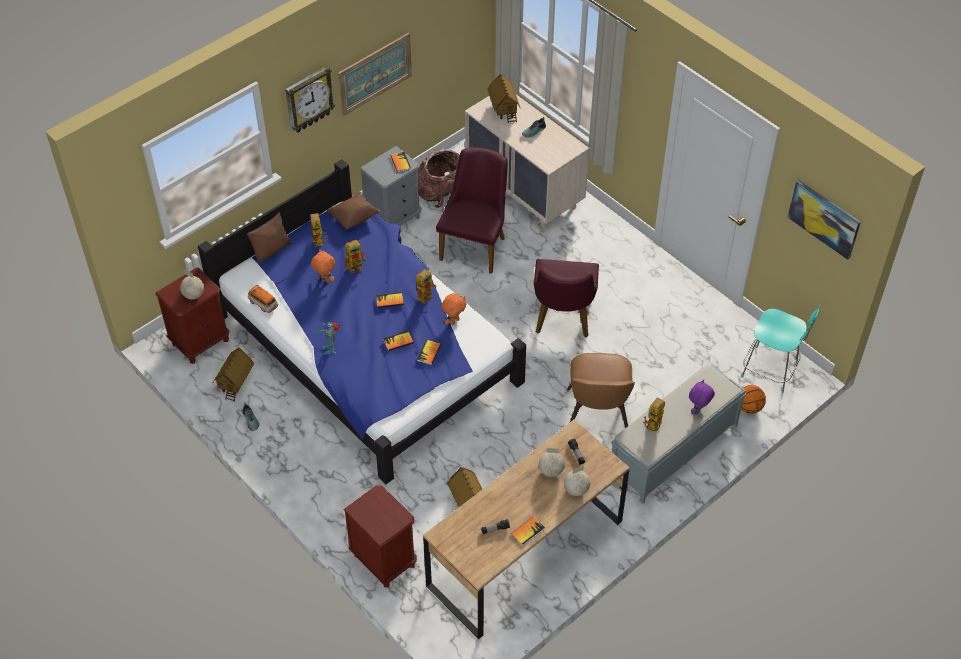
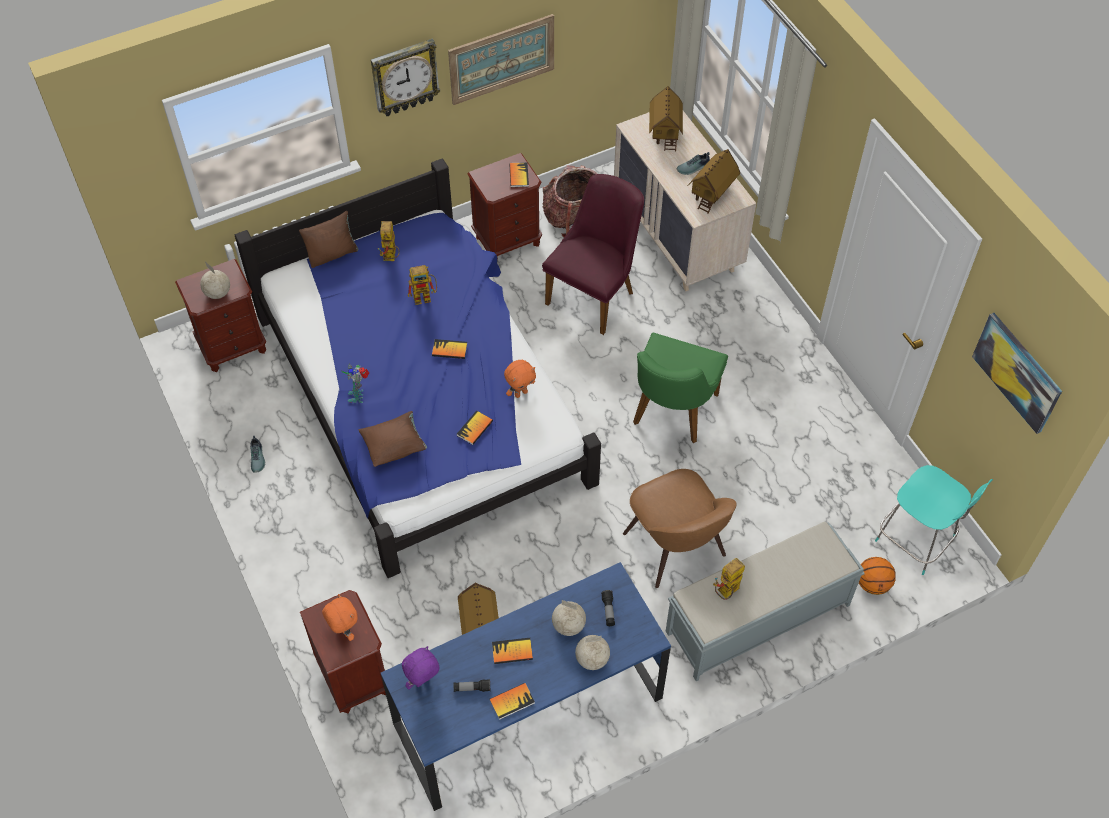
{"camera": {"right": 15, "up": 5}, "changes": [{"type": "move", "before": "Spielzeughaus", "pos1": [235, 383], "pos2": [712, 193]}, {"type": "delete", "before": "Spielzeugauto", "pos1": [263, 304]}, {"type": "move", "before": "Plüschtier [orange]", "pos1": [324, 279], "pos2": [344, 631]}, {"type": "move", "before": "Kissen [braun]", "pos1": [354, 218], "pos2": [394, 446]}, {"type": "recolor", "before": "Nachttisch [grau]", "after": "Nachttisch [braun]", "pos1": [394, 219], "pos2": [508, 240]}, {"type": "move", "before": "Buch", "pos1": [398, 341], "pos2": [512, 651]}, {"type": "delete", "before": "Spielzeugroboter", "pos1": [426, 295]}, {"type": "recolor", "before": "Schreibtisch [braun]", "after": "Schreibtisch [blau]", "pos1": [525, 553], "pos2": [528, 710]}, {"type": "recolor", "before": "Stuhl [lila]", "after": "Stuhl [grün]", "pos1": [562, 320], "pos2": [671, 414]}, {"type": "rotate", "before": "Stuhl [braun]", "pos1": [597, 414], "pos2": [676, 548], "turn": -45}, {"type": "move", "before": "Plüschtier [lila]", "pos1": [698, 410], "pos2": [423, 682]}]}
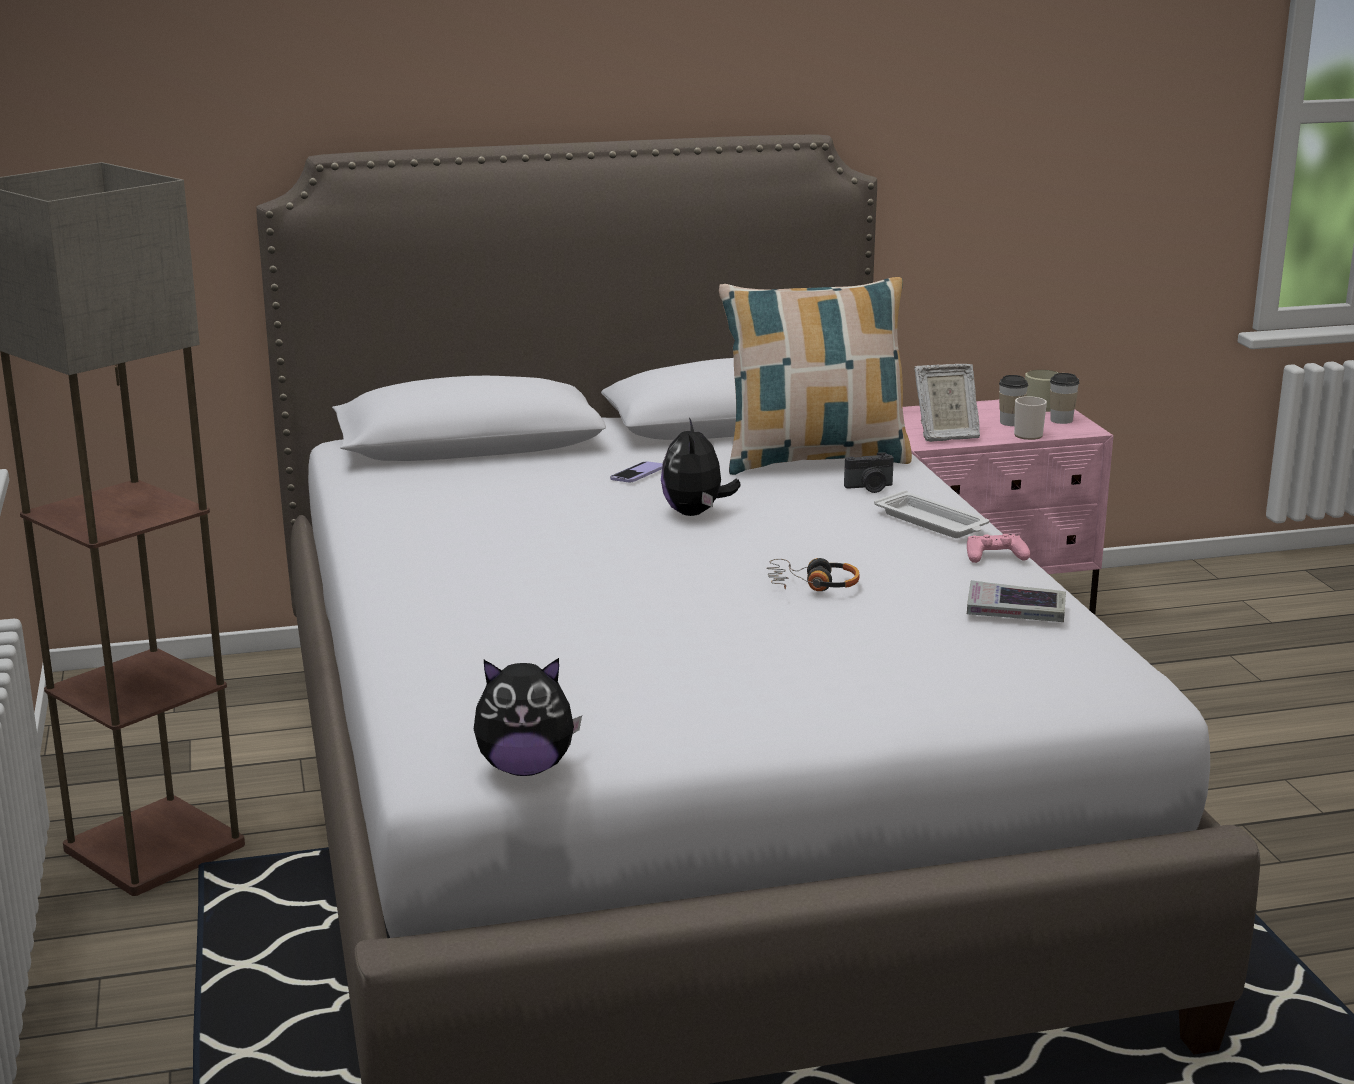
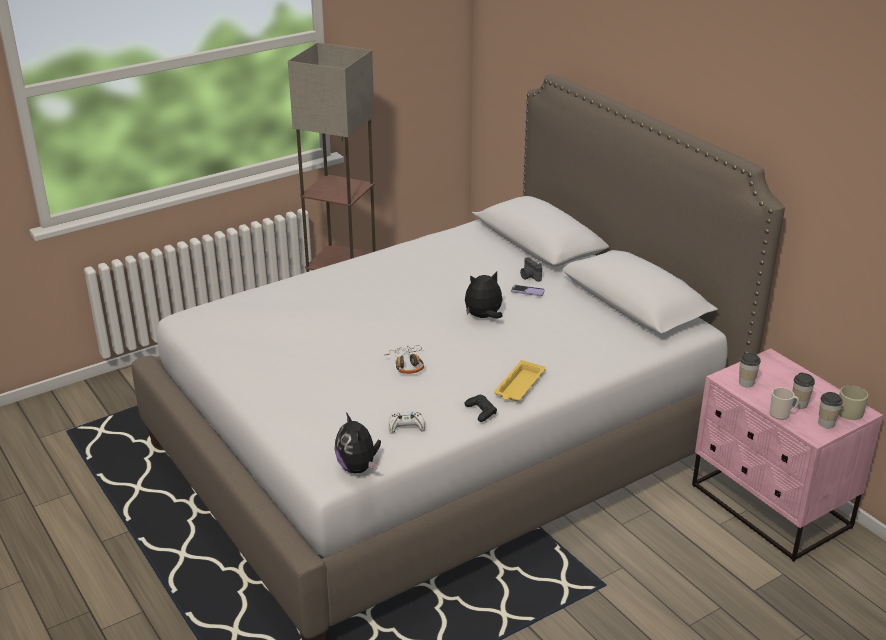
{"camera": {"right": 70, "up": 10}, "changes": [{"type": "move", "before": "Plüschtier", "pos1": [525, 768], "pos2": [358, 467]}, {"type": "delete", "before": "Kissen", "pos1": [814, 460]}, {"type": "move", "before": "Kamera", "pos1": [870, 488], "pos2": [529, 277]}, {"type": "recolor", "before": "Tablett [weiß]", "after": "Tablett [gelb]", "pos1": [932, 522], "pos2": [519, 386]}, {"type": "replace", "before": "Bilderrahmen", "after": "Tasse", "pos1": [945, 435], "pos2": [746, 383]}, {"type": "recolor", "before": "Gamepad [rosa]", "after": "Gamepad [schwarz]", "pos1": [995, 556], "pos2": [481, 411]}, {"type": "replace", "before": "Buch", "after": "Gamepad [weiß]", "pos1": [1015, 611], "pos2": [406, 426]}]}
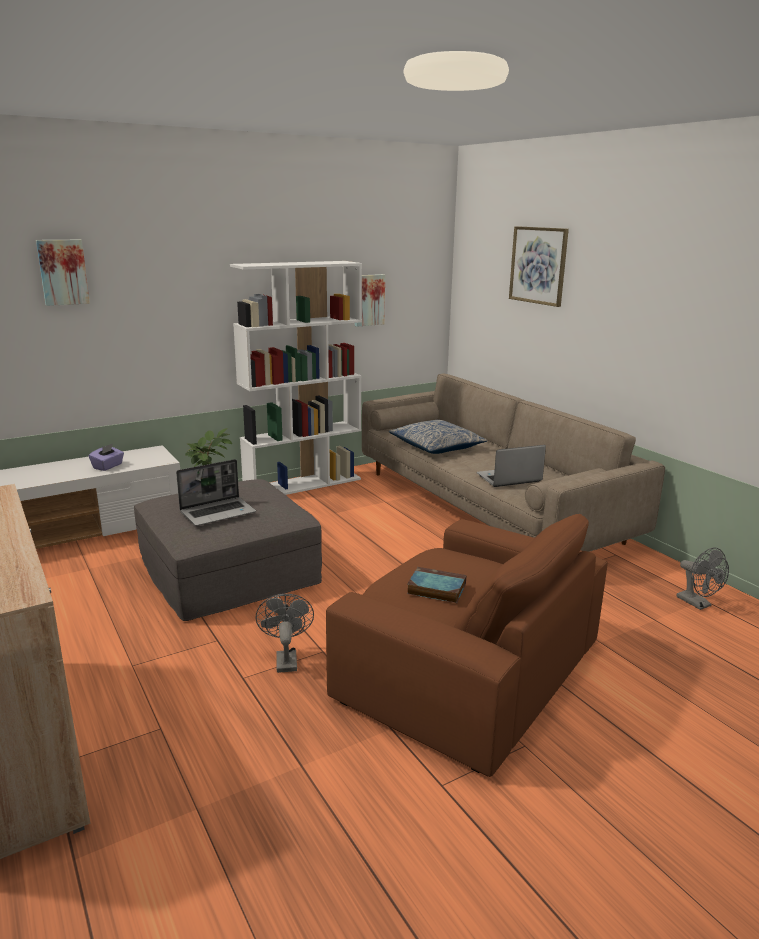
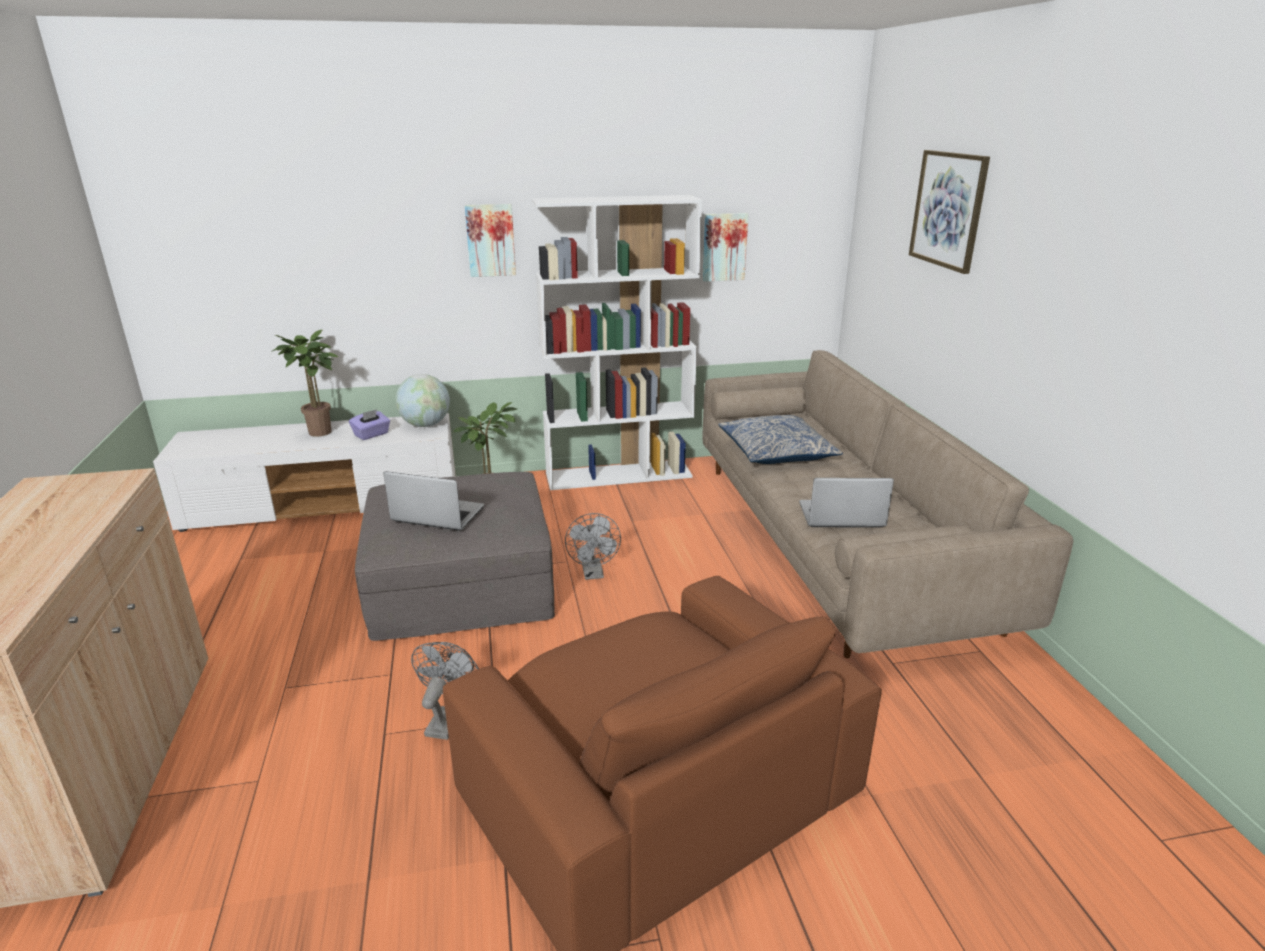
{"camera": {"right": 20, "up": 5}, "changes": [{"type": "move", "before": "Bild", "pos1": [63, 272], "pos2": [490, 240]}, {"type": "rotate", "before": "Laptop", "pos1": [218, 512], "pos2": [436, 515], "turn": -150}, {"type": "delete", "before": "Buch", "pos1": [435, 589]}, {"type": "move", "before": "Ventilator [grau]", "pos1": [698, 604], "pos2": [593, 574]}, {"type": "insert", "after": "Topfpflanze", "pos2": [321, 433]}, {"type": "insert", "after": "Globus", "pos2": [425, 425]}]}
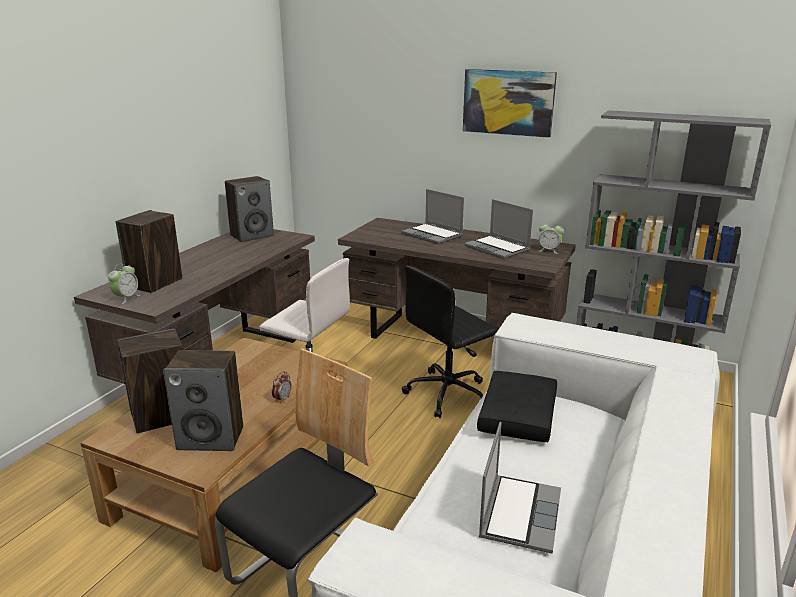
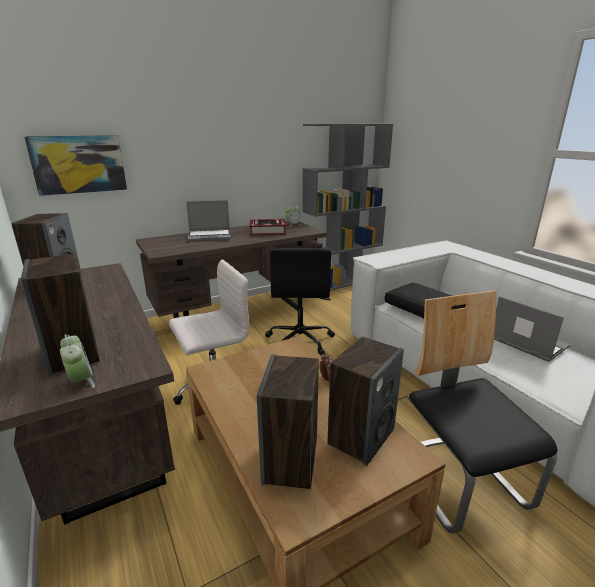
{"camera": {"right": -55, "up": 0}, "changes": [{"type": "move", "before": "Bild", "pos1": [508, 102], "pos2": [79, 164]}, {"type": "replace", "before": "Laptop", "after": "Buch", "pos1": [498, 248], "pos2": [268, 231]}]}
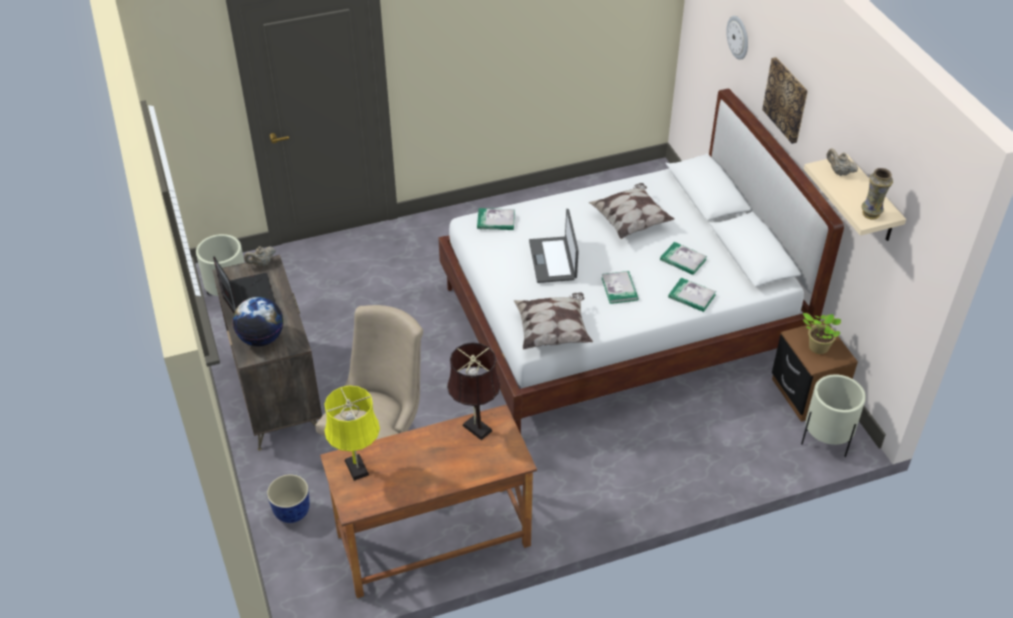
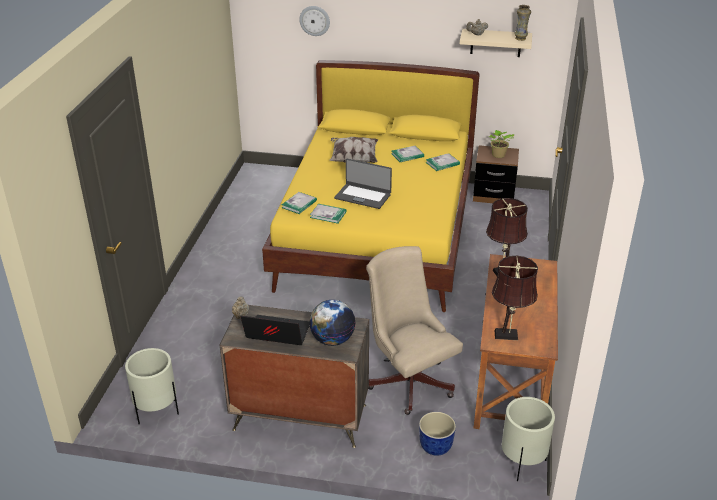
{"camera": {"right": -60, "up": -10}, "changes": [{"type": "recolor", "before": "Tischlampe [gelb]", "after": "Tischlampe [braun]", "pos1": [357, 470], "pos2": [508, 335]}, {"type": "recolor", "before": "Bett [weiß]", "after": "Bett [gelb]", "pos1": [620, 323], "pos2": [378, 234]}, {"type": "delete", "before": "Kissen", "pos1": [553, 332]}, {"type": "move", "before": "Buch", "pos1": [619, 289], "pos2": [328, 215]}, {"type": "delete", "before": "Bild", "pos1": [786, 99]}, {"type": "move", "before": "Pflanzkübel [beige]", "pos1": [825, 441], "pos2": [522, 463]}]}
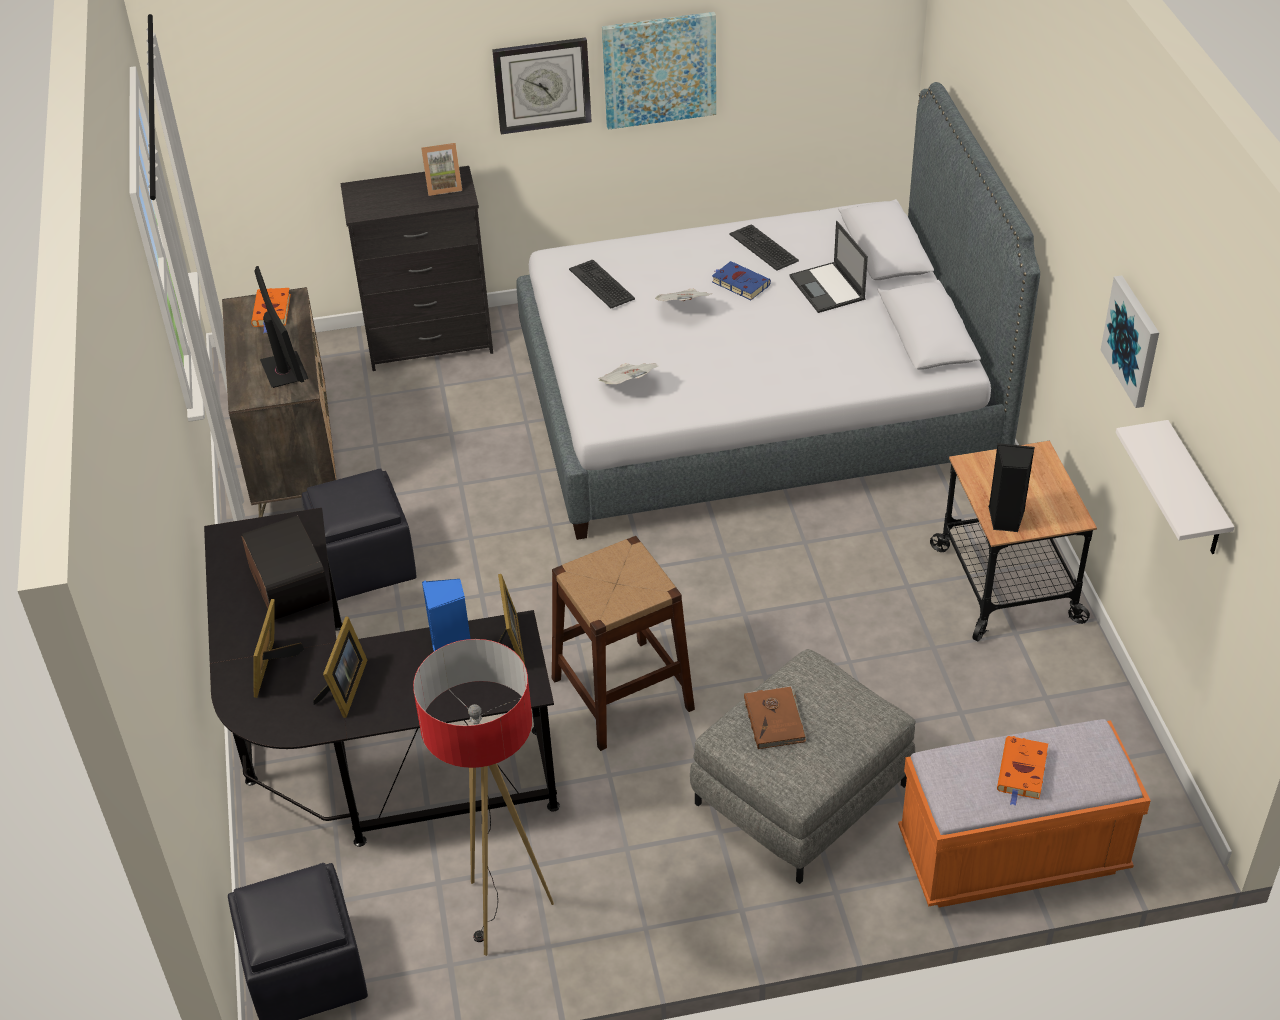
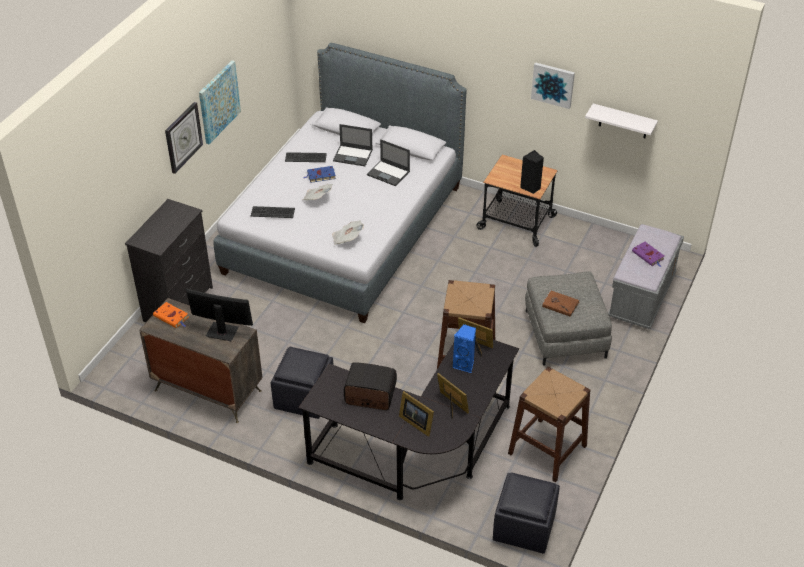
{"camera": {"right": -55, "up": 0}, "changes": [{"type": "replace", "before": "Stehlampe", "after": "Hocker [braun]", "pos1": [503, 913], "pos2": [547, 449]}, {"type": "delete", "before": "Bilderrahmen", "pos1": [443, 186]}, {"type": "recolor", "before": "Bank [orange]", "after": "Bank [grau]", "pos1": [1012, 855], "pos2": [641, 297]}, {"type": "recolor", "before": "Buch [orange]", "after": "Buch [lila]", "pos1": [1022, 772], "pos2": [648, 256]}, {"type": "insert", "after": "Laptop", "pos2": [389, 173]}]}
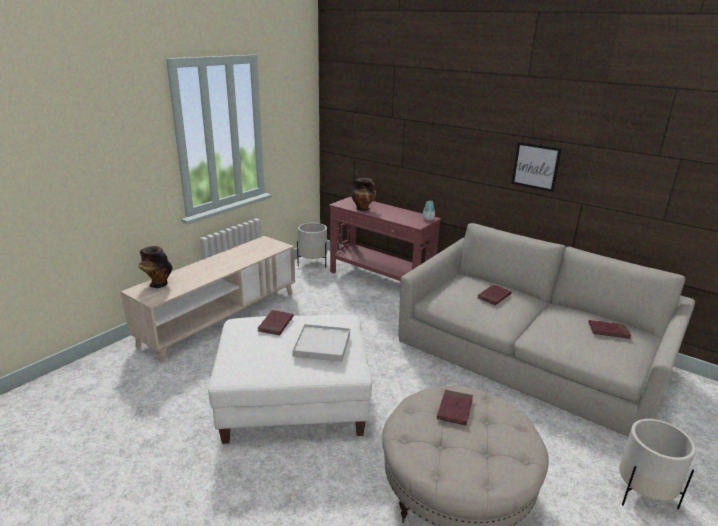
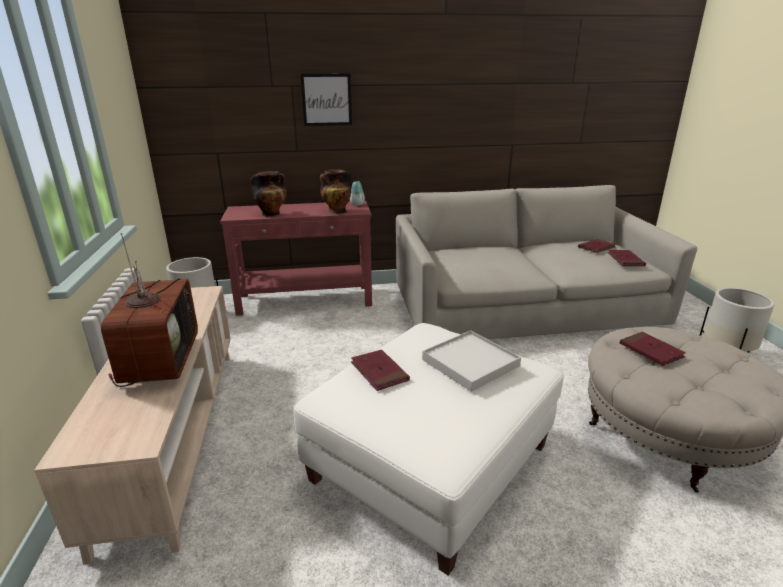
{"camera": {"right": -45, "up": 0}, "changes": [{"type": "move", "before": "Vase", "pos1": [157, 284], "pos2": [337, 211]}, {"type": "move", "before": "Buch [rot]", "pos1": [494, 296], "pos2": [625, 260]}, {"type": "move", "before": "Bild", "pos1": [535, 166], "pos2": [326, 100]}, {"type": "insert", "after": "Fernseher", "pos2": [159, 359]}]}
